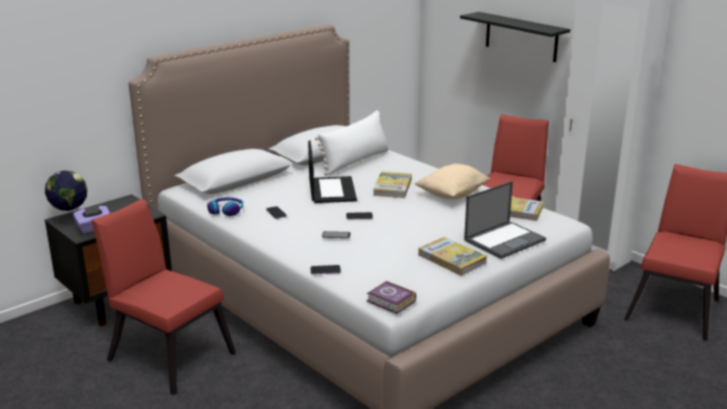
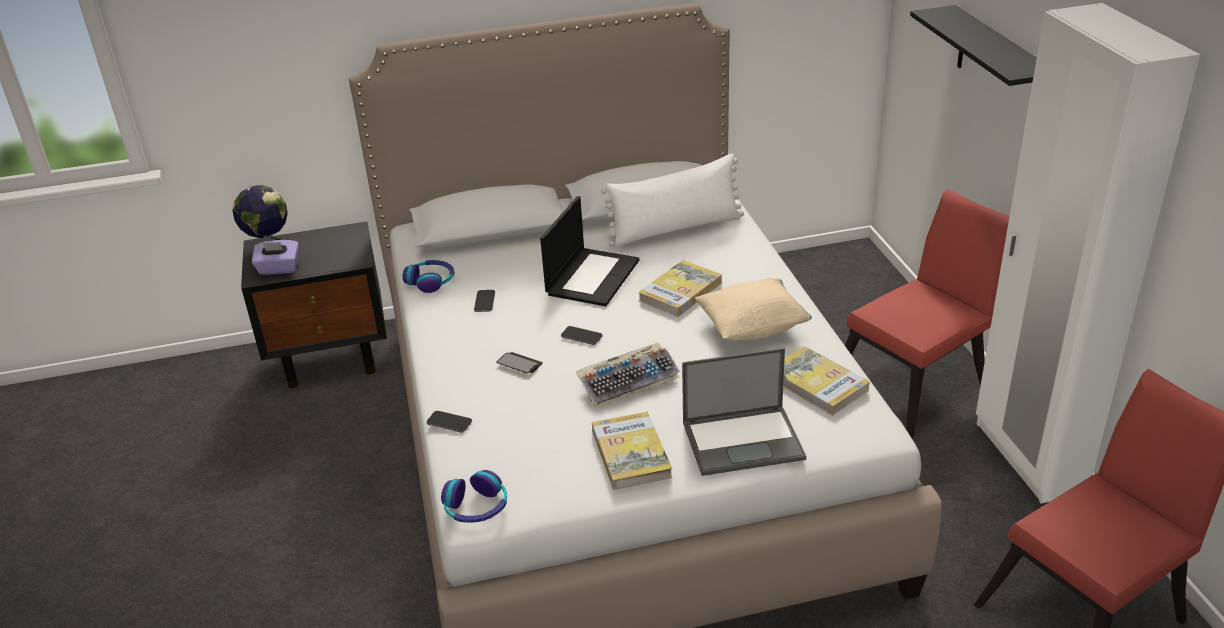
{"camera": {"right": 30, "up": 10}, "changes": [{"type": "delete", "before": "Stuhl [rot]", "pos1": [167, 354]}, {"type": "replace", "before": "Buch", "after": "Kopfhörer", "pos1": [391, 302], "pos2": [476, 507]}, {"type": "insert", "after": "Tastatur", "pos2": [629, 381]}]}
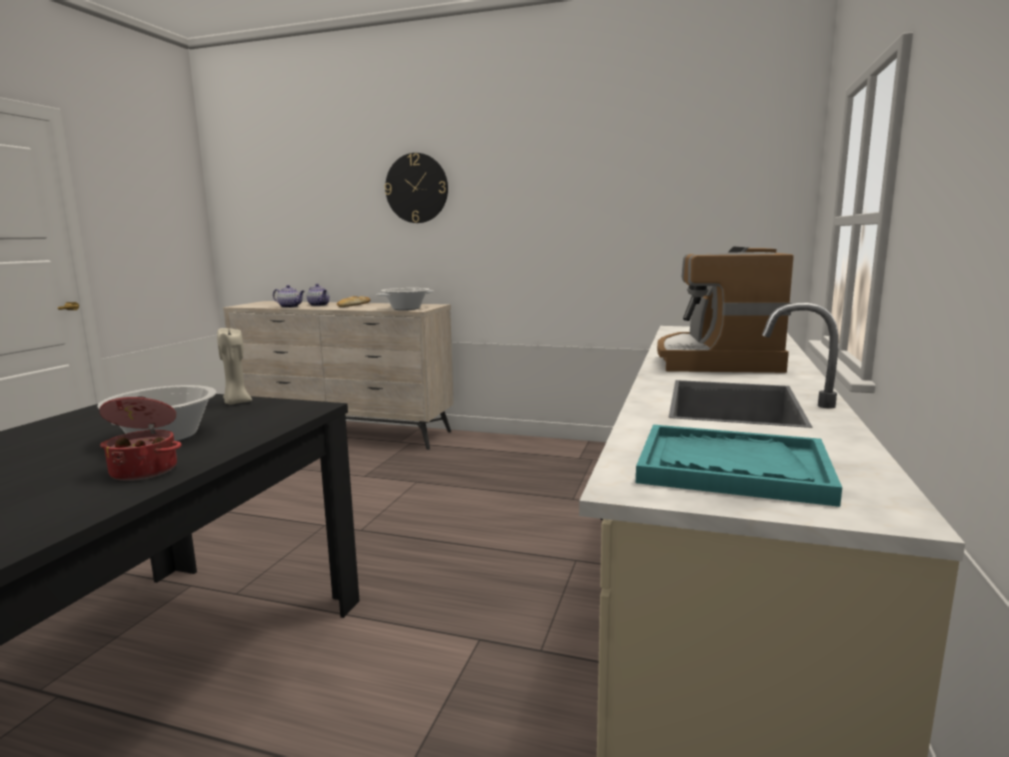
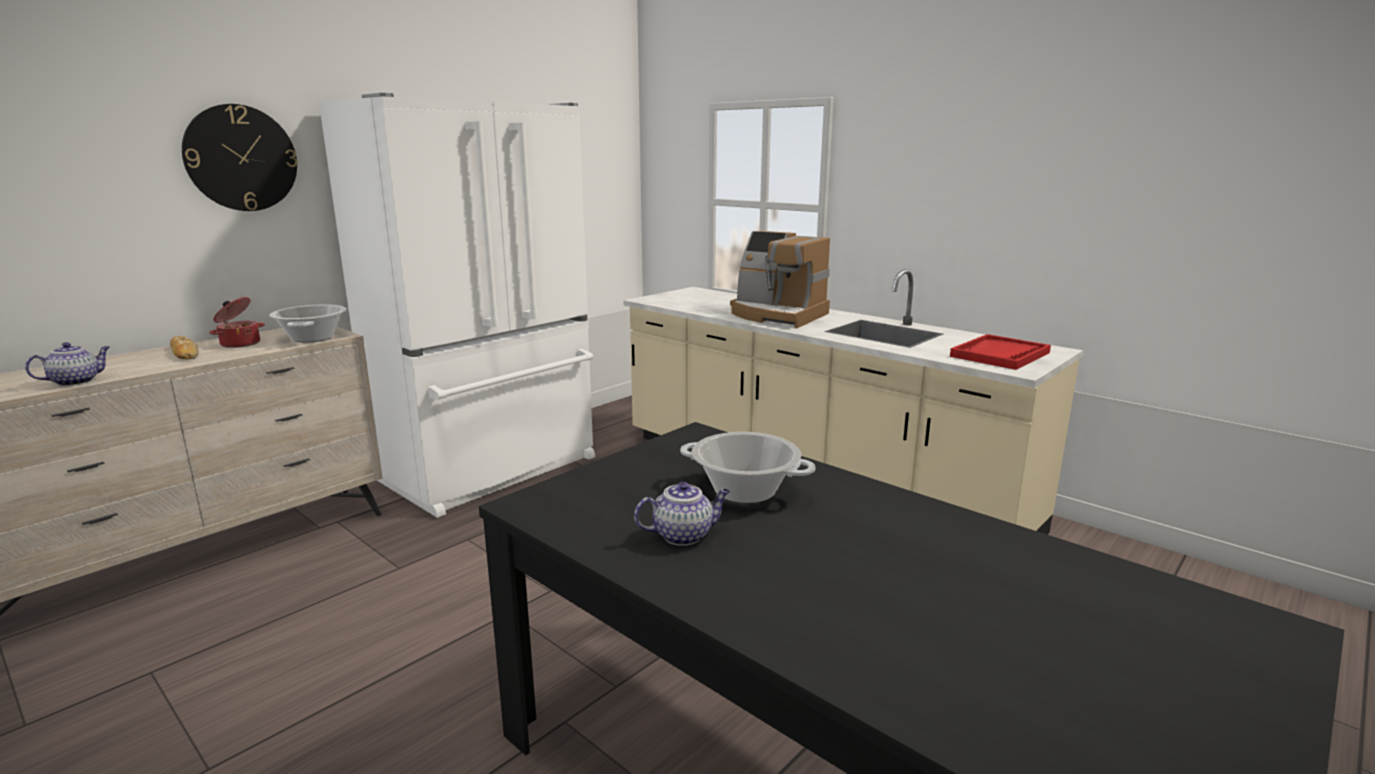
{"camera": {"right": -65, "up": 5}, "changes": [{"type": "move", "before": "Kochtopf", "pos1": [146, 470], "pos2": [240, 343]}, {"type": "delete", "before": "Kerze [beige]", "pos1": [236, 402]}, {"type": "move", "before": "Teekanne", "pos1": [319, 305], "pos2": [684, 535]}, {"type": "recolor", "before": "Tablett [türkis]", "after": "Tablett [rot]", "pos1": [731, 468], "pos2": [1000, 354]}, {"type": "insert", "after": "Kühlschrank [weiß]", "pos2": [492, 470]}]}
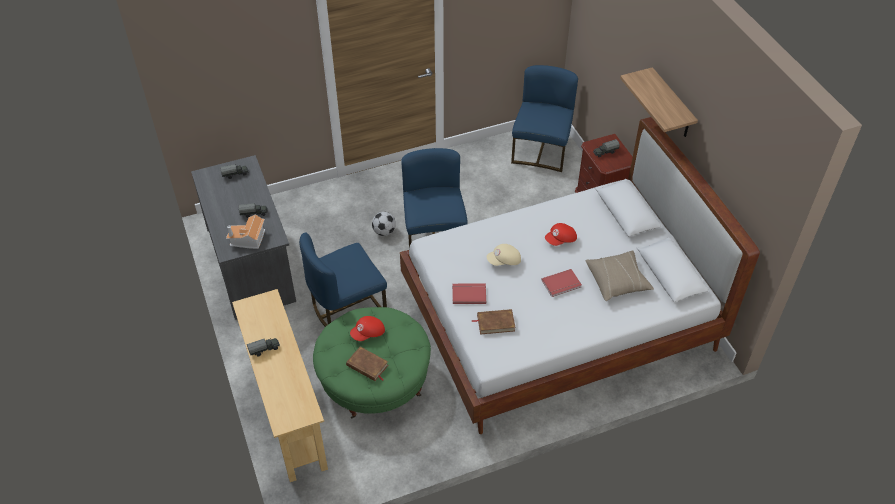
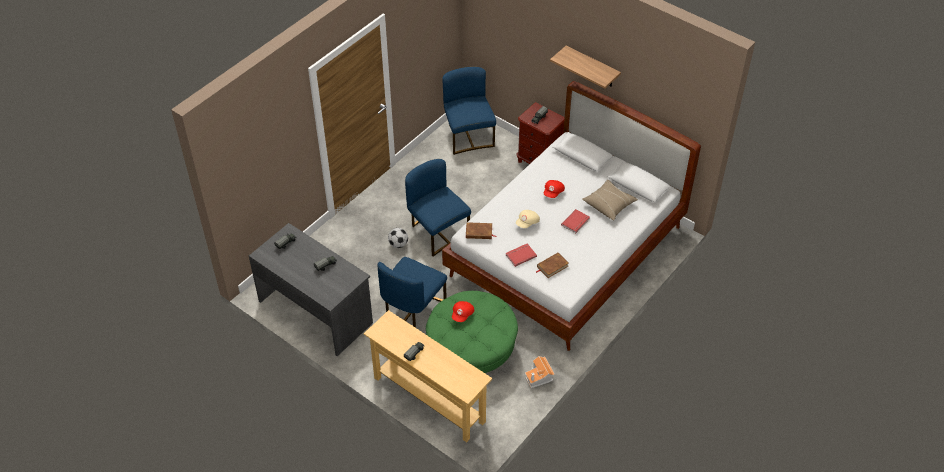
{"camera": {"right": -30, "up": 0}, "changes": [{"type": "move", "before": "Spielzeughaus", "pos1": [248, 239], "pos2": [539, 377]}, {"type": "move", "before": "Buch [braun]", "pos1": [367, 366], "pos2": [479, 232]}]}
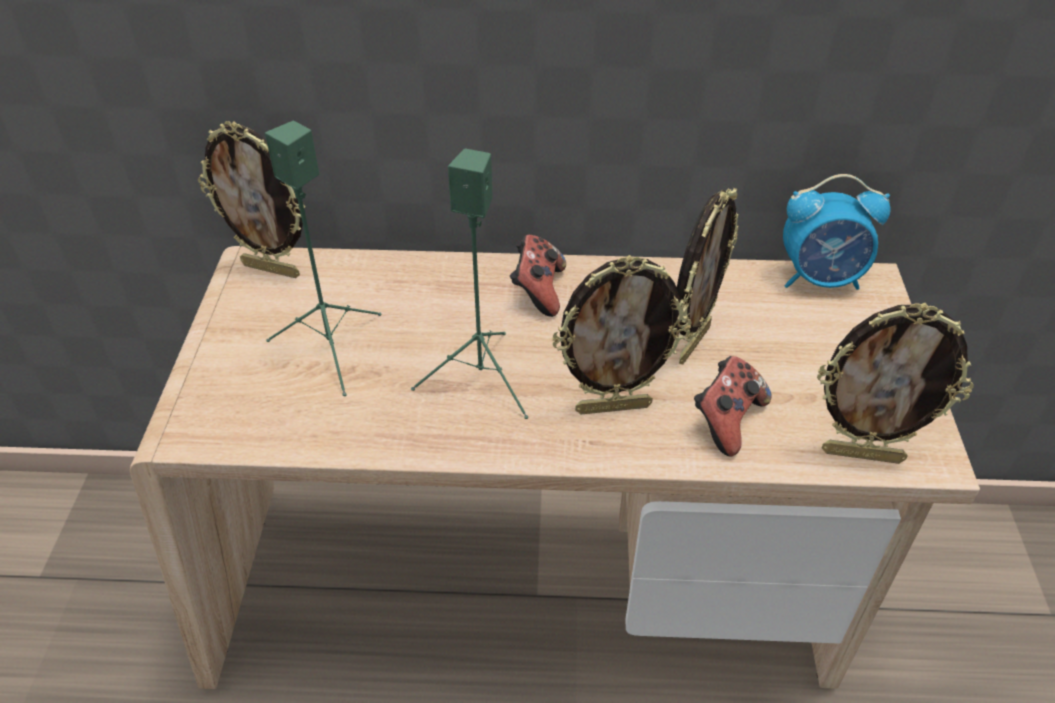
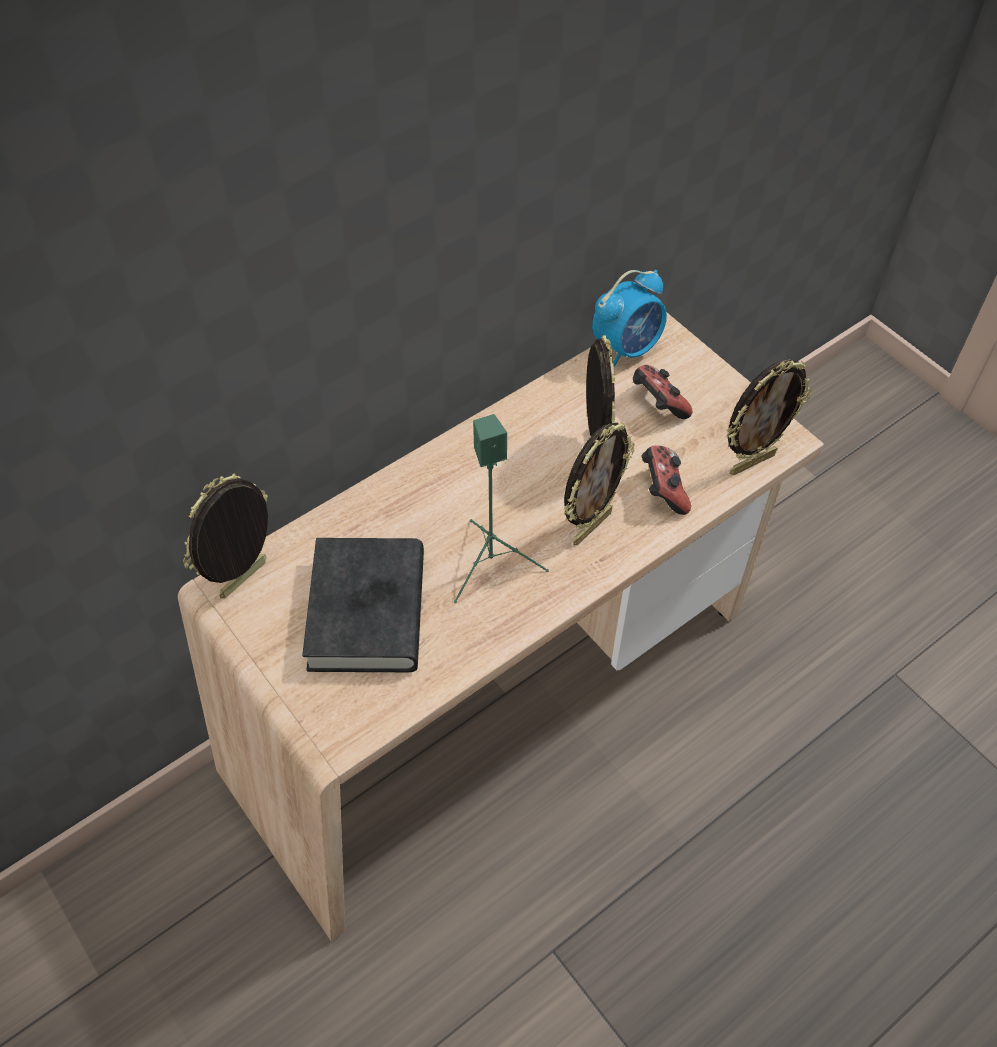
{"camera": {"right": -40, "up": 10}, "changes": [{"type": "rotate", "before": "Bilderrahmen", "pos1": [272, 269], "pos2": [245, 581], "turn": 150}, {"type": "replace", "before": "Lautsprecher [grün]", "after": "Buch [schwarz]", "pos1": [332, 349], "pos2": [367, 612]}, {"type": "move", "before": "Gamepad", "pos1": [538, 291], "pos2": [657, 405]}]}
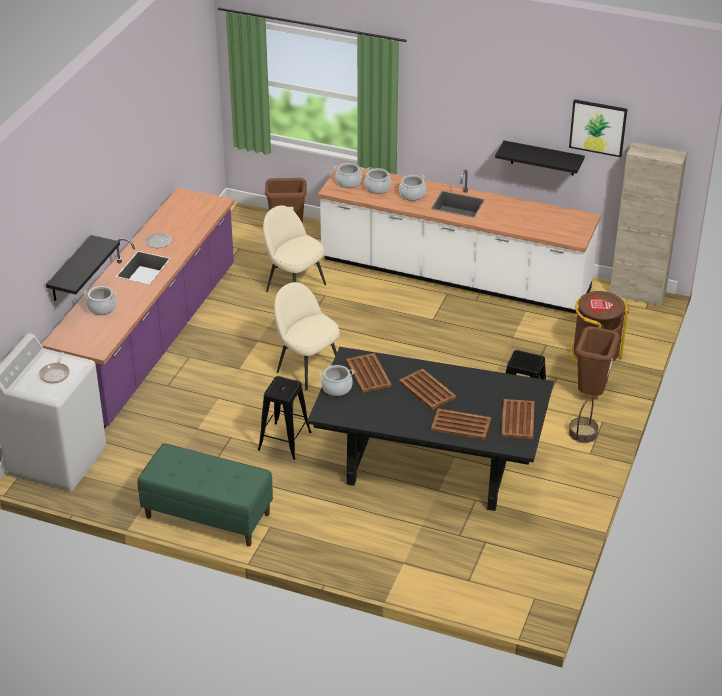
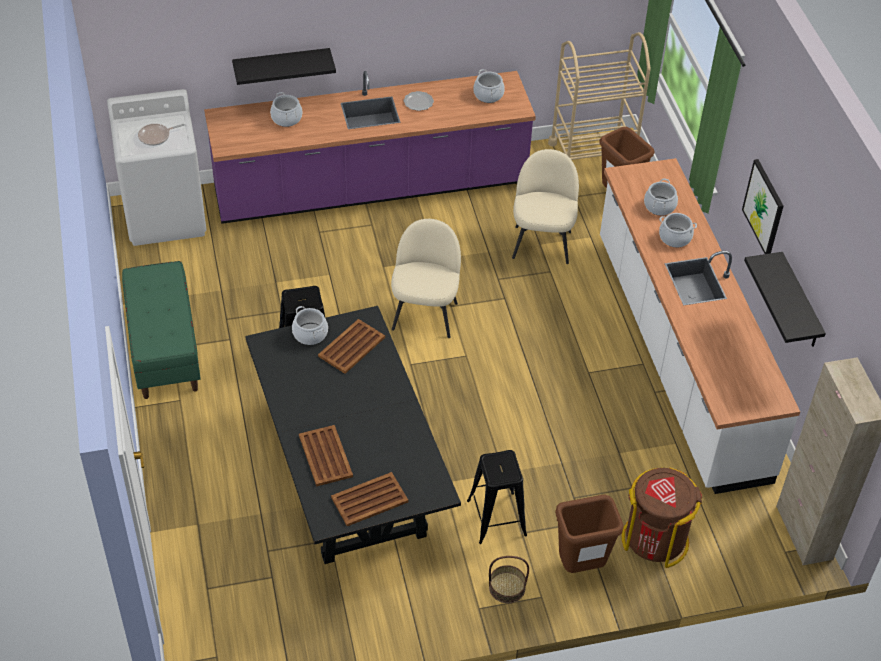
{"camera": {"right": 55, "up": 10}, "changes": [{"type": "move", "before": "Kochtopf", "pos1": [348, 182], "pos2": [488, 95]}, {"type": "delete", "before": "Tablett [braun]", "pos1": [427, 389]}, {"type": "move", "before": "Bild", "pos1": [598, 127], "pos2": [764, 207]}, {"type": "insert", "after": "Rollwagen [beige]", "pos2": [592, 155]}]}
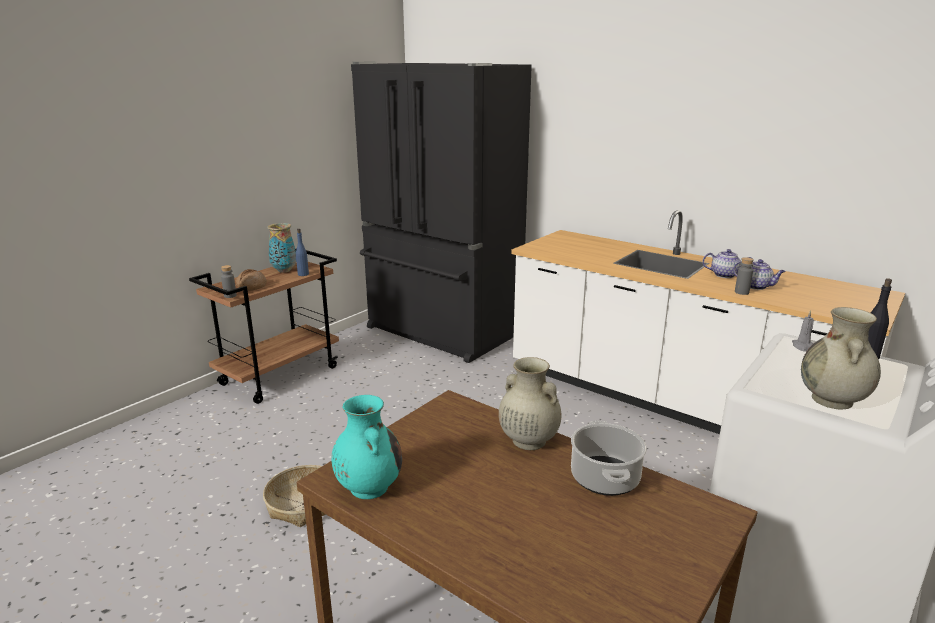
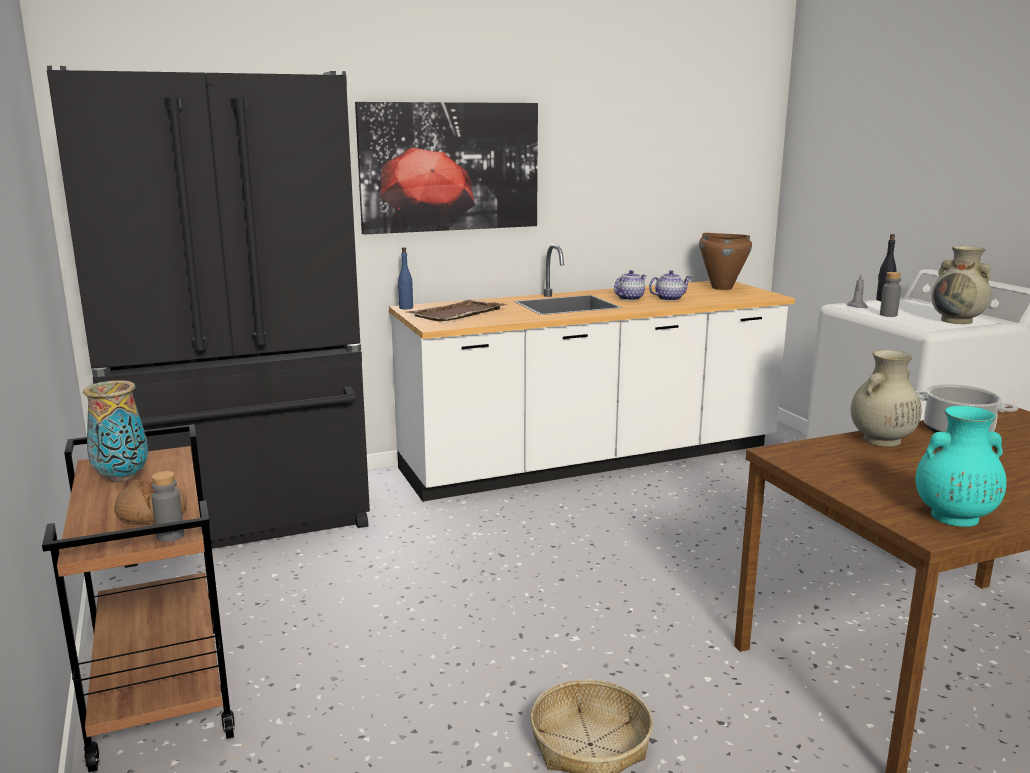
{"camera": {"right": -60, "up": -5}, "changes": [{"type": "move", "before": "Flasche [blau]", "pos1": [303, 274], "pos2": [406, 308]}, {"type": "move", "before": "Flasche [grau]", "pos1": [741, 292], "pos2": [888, 315]}, {"type": "insert", "after": "Bild", "pos2": [449, 167]}, {"type": "insert", "after": "Tablett [braun]", "pos2": [456, 314]}, {"type": "insert", "after": "Kochtopf [braun]", "pos2": [721, 288]}]}
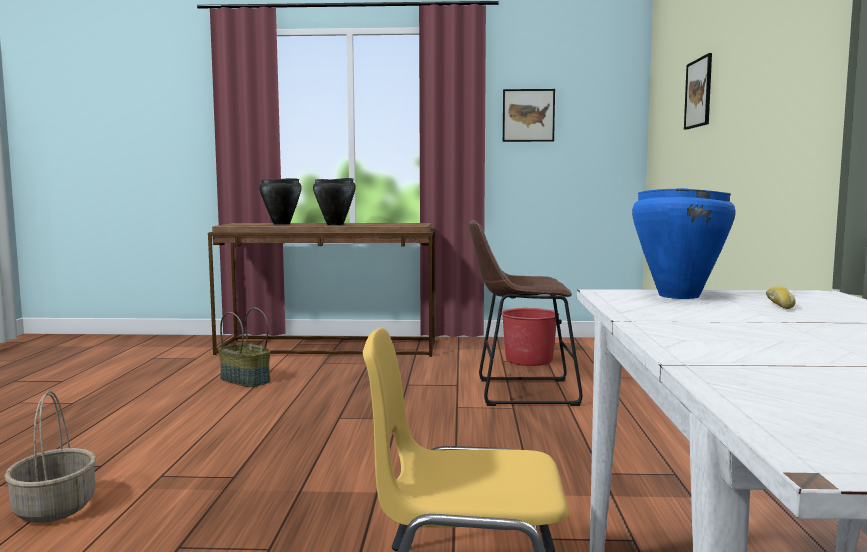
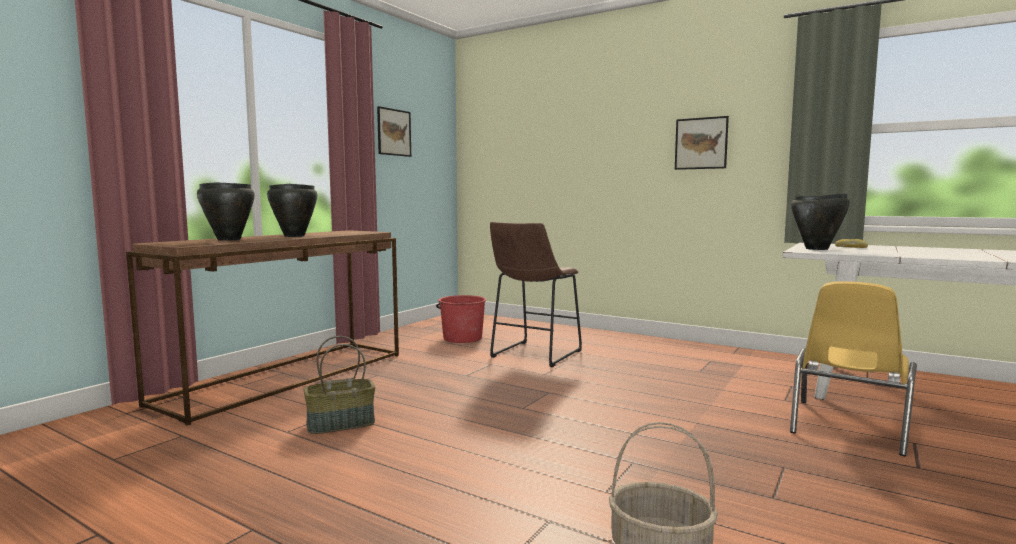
{"camera": {"right": -60, "up": 0}, "changes": [{"type": "recolor", "before": "Kochtopf [blau]", "after": "Kochtopf [schwarz]", "pos1": [678, 296], "pos2": [817, 249]}, {"type": "move", "before": "Bild", "pos1": [698, 93], "pos2": [701, 143]}]}
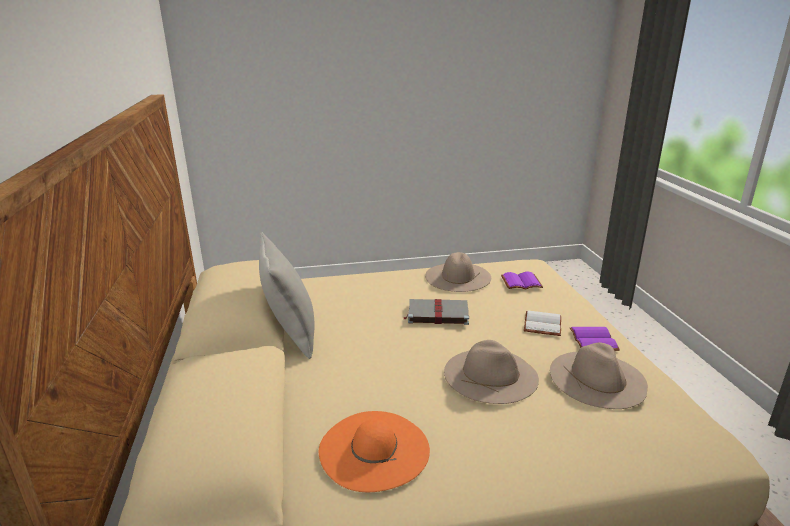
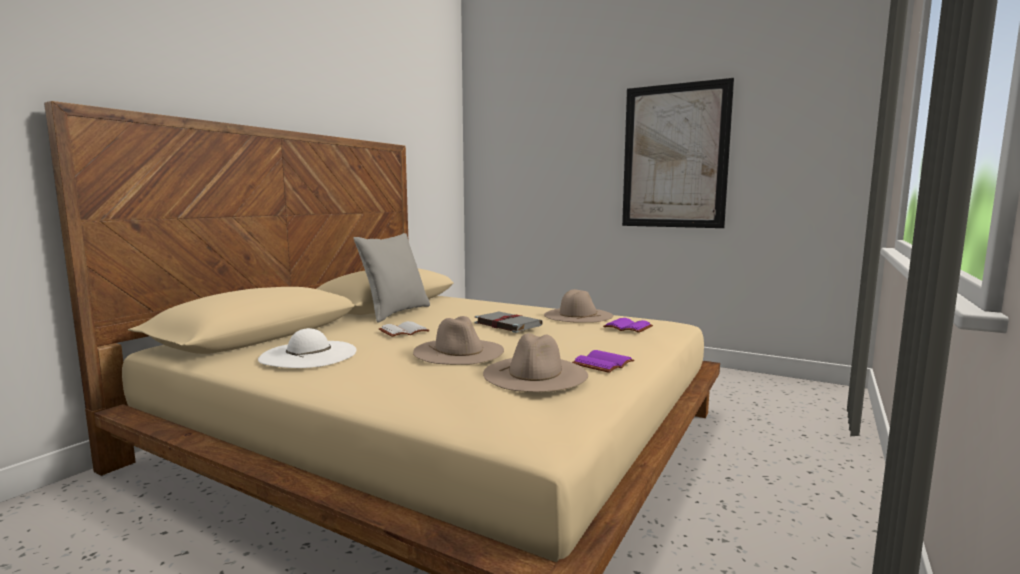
{"camera": {"right": 40, "up": -15}, "changes": [{"type": "recolor", "before": "Hut [orange]", "after": "Hut [weiß]", "pos1": [374, 449], "pos2": [308, 354]}, {"type": "move", "before": "Buch [weiß]", "pos1": [541, 324], "pos2": [404, 331]}, {"type": "insert", "after": "Bild", "pos2": [674, 156]}]}
